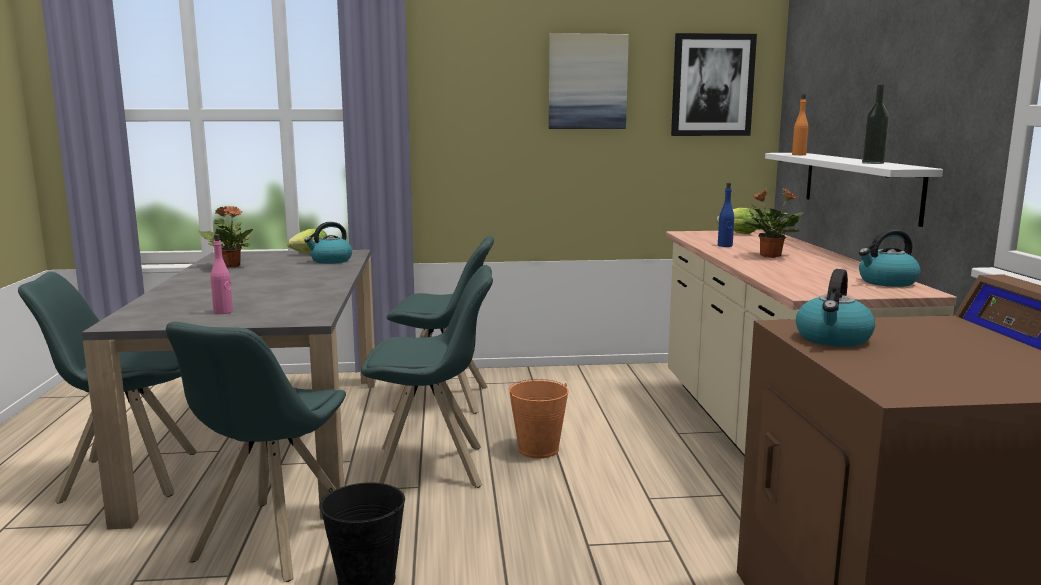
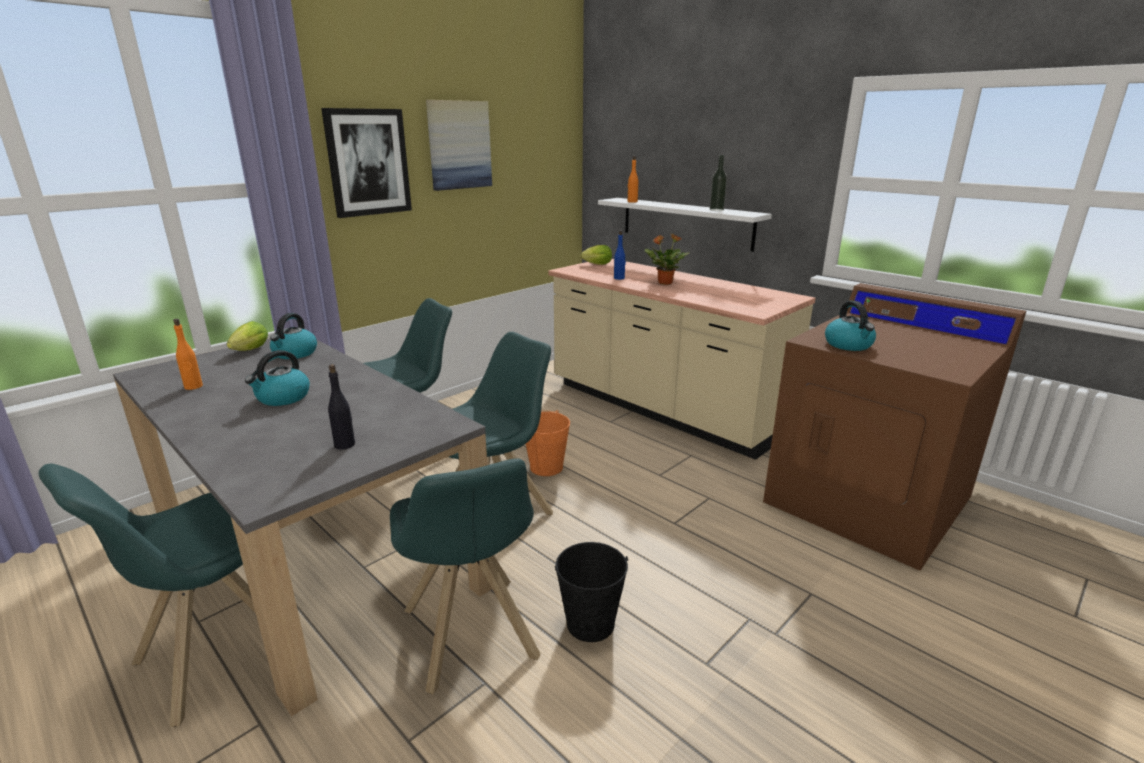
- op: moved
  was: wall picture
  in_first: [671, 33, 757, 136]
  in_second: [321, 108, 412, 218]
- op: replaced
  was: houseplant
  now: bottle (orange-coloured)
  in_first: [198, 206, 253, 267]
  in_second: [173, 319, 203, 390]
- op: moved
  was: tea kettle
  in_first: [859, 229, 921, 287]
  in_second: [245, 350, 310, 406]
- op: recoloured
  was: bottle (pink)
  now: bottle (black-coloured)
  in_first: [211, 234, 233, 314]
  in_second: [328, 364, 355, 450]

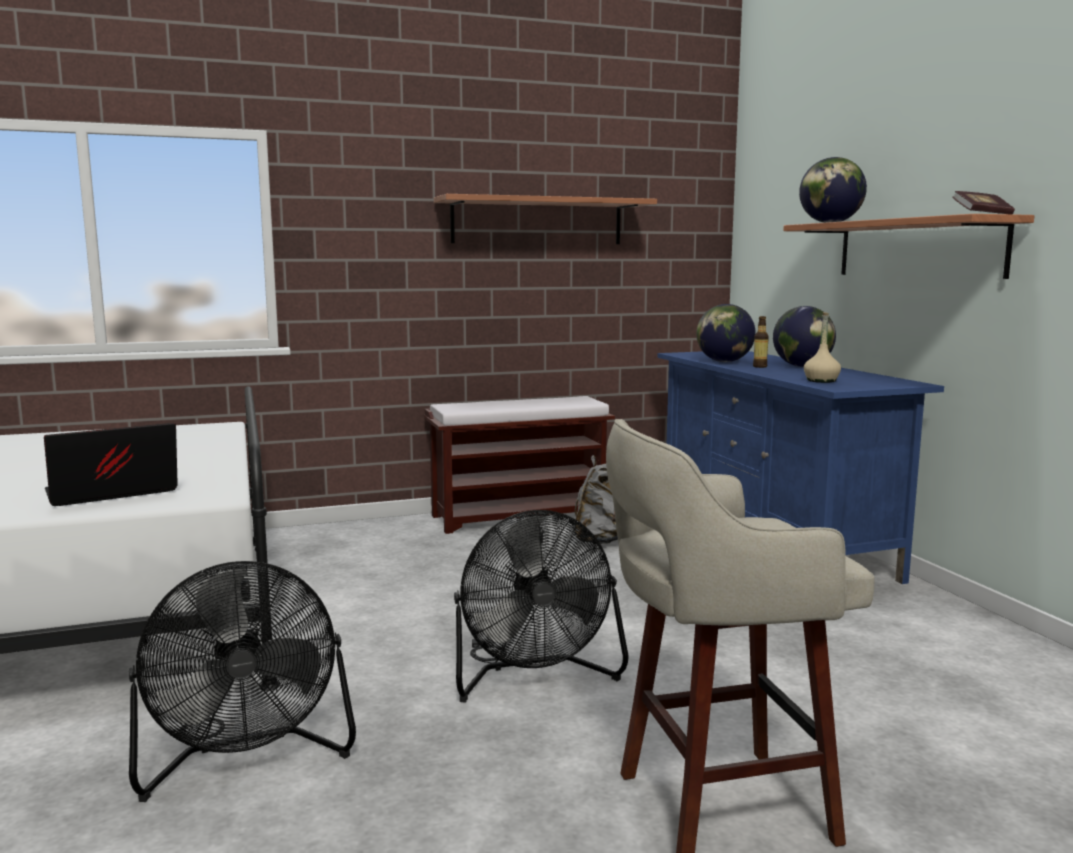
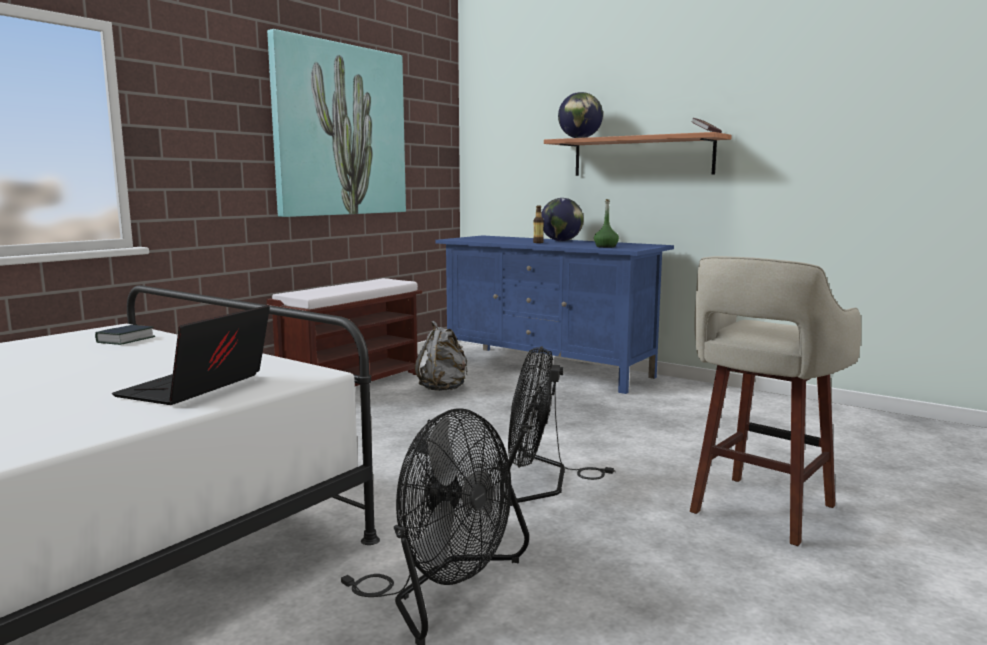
- op: replaced
  was: bracket shelf
  now: wall picture
  in_first: [434, 194, 657, 244]
  in_second: [267, 29, 406, 217]
- op: removed
  was: globe
  in_first: [696, 304, 756, 362]
- op: recoloured
  was: bottle (beige-coloured)
  now: bottle (greenish)
  in_first: [804, 312, 841, 383]
  in_second: [594, 199, 619, 248]
- op: turned
  was: cooling fan (black-coloured)
  in_first: [454, 510, 628, 703]
  in_second: [500, 346, 616, 506]
  clockwise: 150
- op: added
  now: bound book
  in_second: [95, 325, 156, 345]

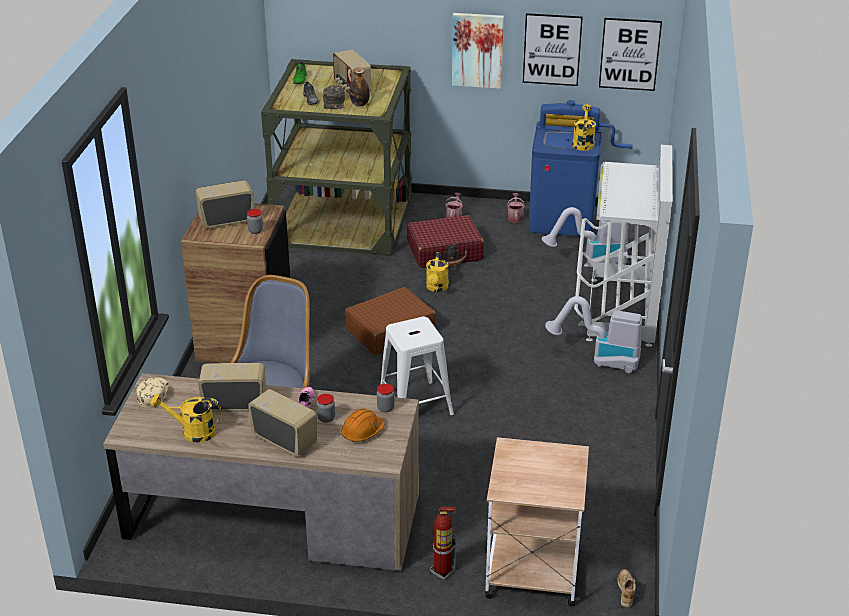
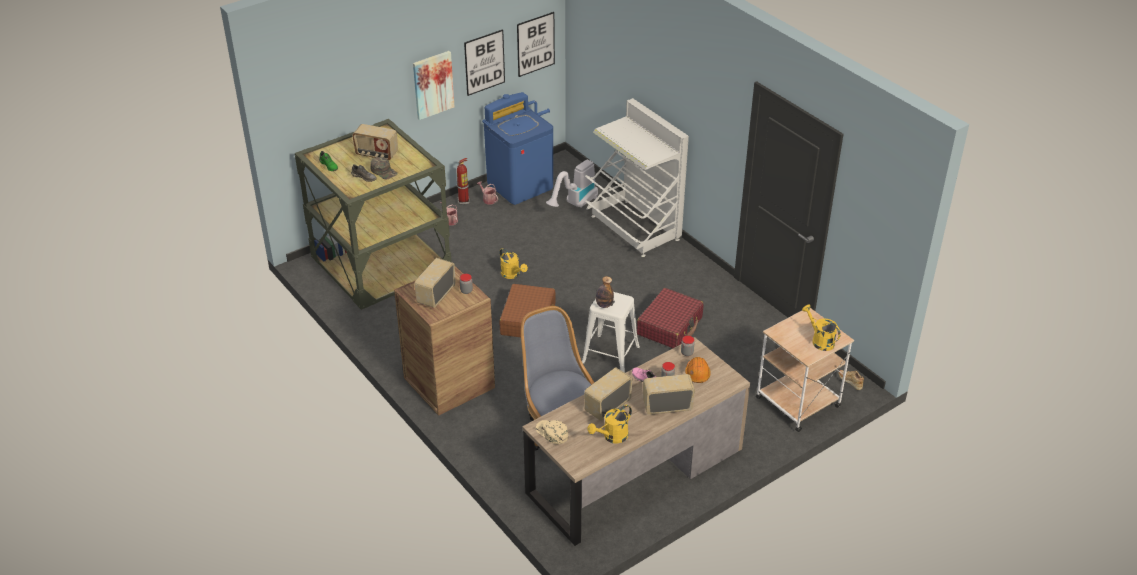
- op: moved
  was: bottle
  in_first: [349, 67, 370, 106]
  in_second: [596, 276, 614, 308]
- op: moved
  was: watering pot (yellowish)
  in_first: [572, 105, 596, 151]
  in_second: [802, 305, 841, 351]
- op: moved
  was: piece of luggage (reddish)
  in_first: [407, 215, 484, 268]
  in_second: [637, 288, 704, 348]
- op: removed
  was: hoover
  in_first: [545, 296, 642, 373]
- op: moved
  was: extinguisher
  in_first: [430, 507, 456, 580]
  in_second: [457, 158, 470, 205]

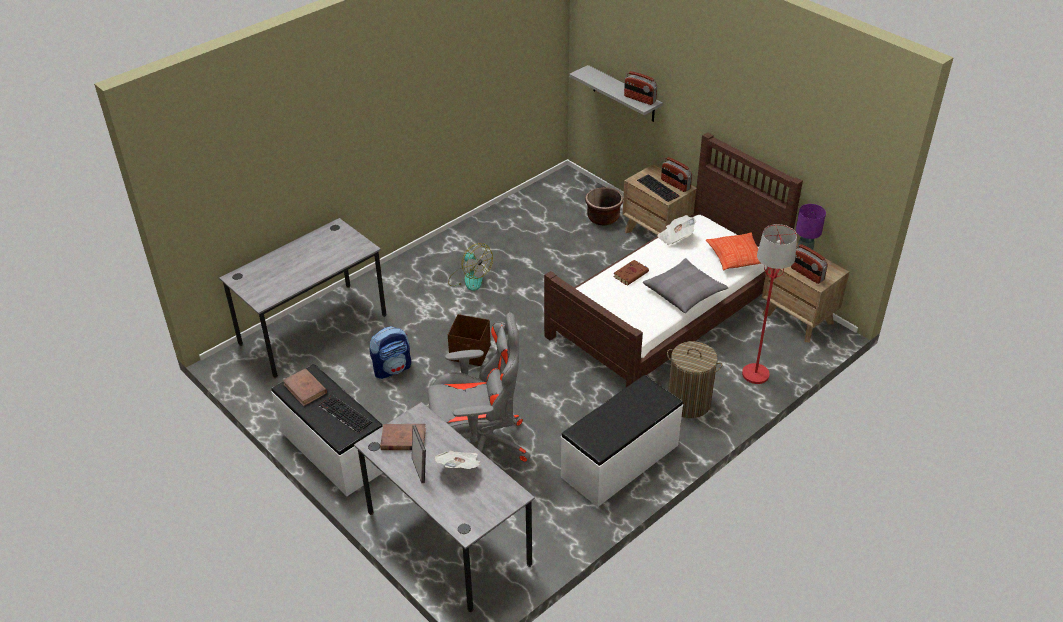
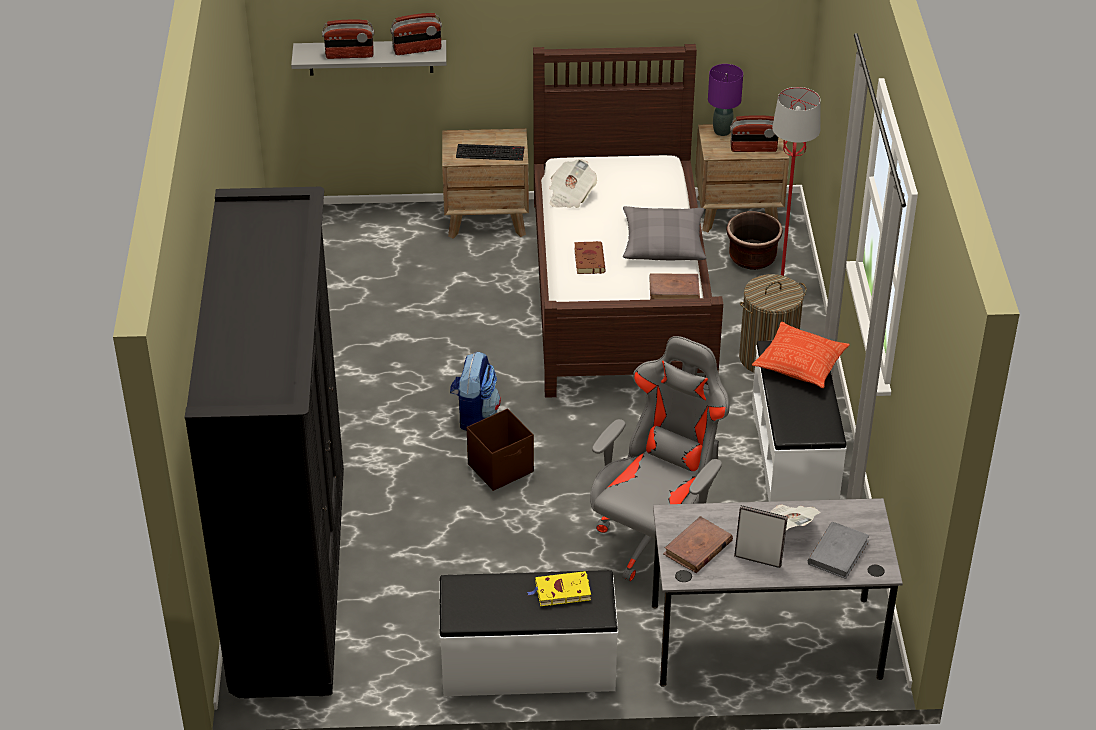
- op: moved
  was: radio set
  in_first: [661, 157, 692, 192]
  in_second: [322, 19, 374, 59]
- op: moved
  was: plant pot (brownish)
  in_first: [585, 187, 623, 225]
  in_second: [726, 211, 783, 270]
- op: replaced
  was: desk unit (gray)
  now: clothes cupboard (black-coloured)
  in_first: [219, 218, 387, 378]
  in_second: [185, 187, 344, 698]
- op: moved
  was: cushion (orange-coloured)
  in_first: [706, 233, 762, 270]
  in_second: [752, 322, 850, 388]
- op: removed
  was: cooling fan
  in_first: [448, 243, 493, 291]
- op: moved
  was: knapsack
  in_first: [370, 326, 411, 379]
  in_second: [450, 351, 501, 431]
- op: moved
  was: bound book (brownish)
  in_first: [283, 368, 327, 406]
  in_second: [649, 273, 700, 300]
- op: replaced
  was: keyboard
  now: bound book (yellowish)
  in_first: [319, 395, 372, 433]
  in_second: [527, 571, 591, 606]
- op: added
  now: bound book (gray)
  in_second: [808, 522, 870, 579]

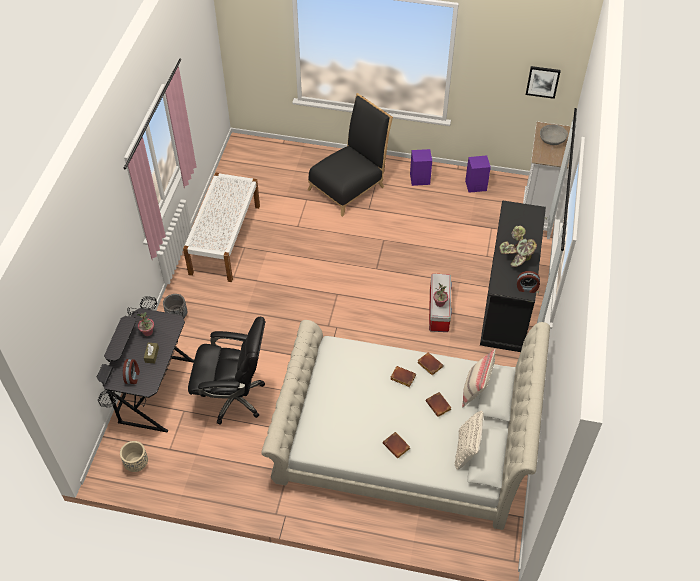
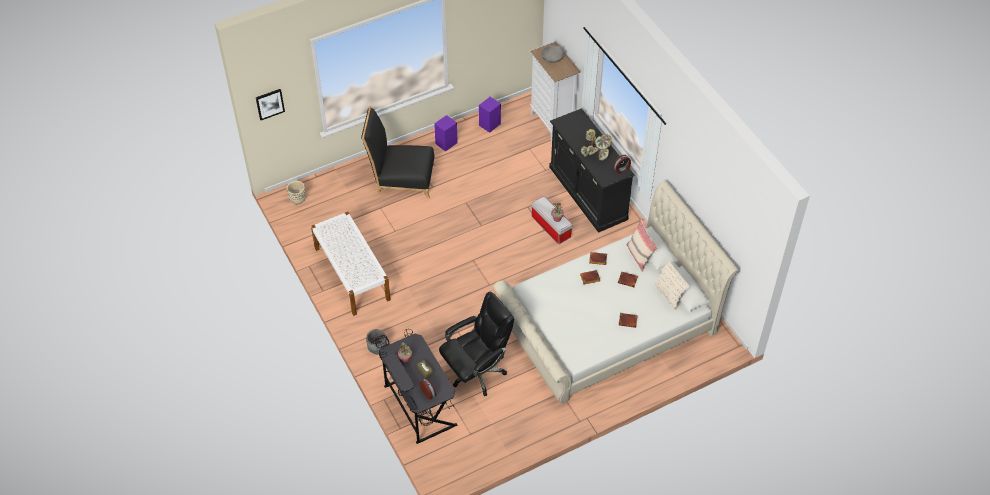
- op: moved
  was: wall picture
  in_first: [526, 66, 561, 99]
  in_second: [256, 89, 285, 120]
- op: turned
  was: upright chair (black-coloured)
  in_first: [308, 93, 393, 217]
  in_second: [361, 106, 436, 199]
  clockwise: -90
- op: moved
  was: plant pot (beige-coloured)
  in_first: [120, 441, 148, 472]
  in_second: [287, 181, 306, 205]

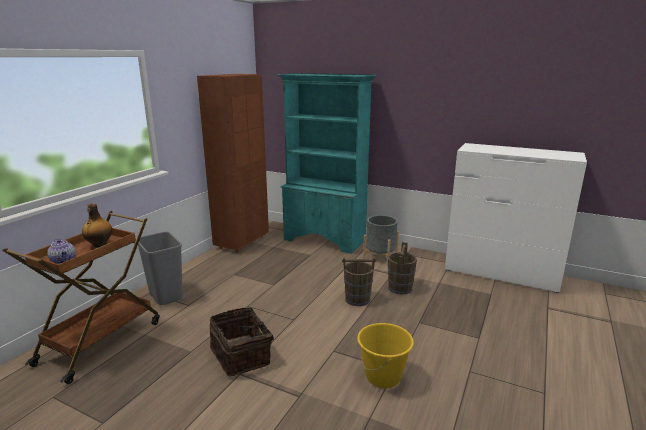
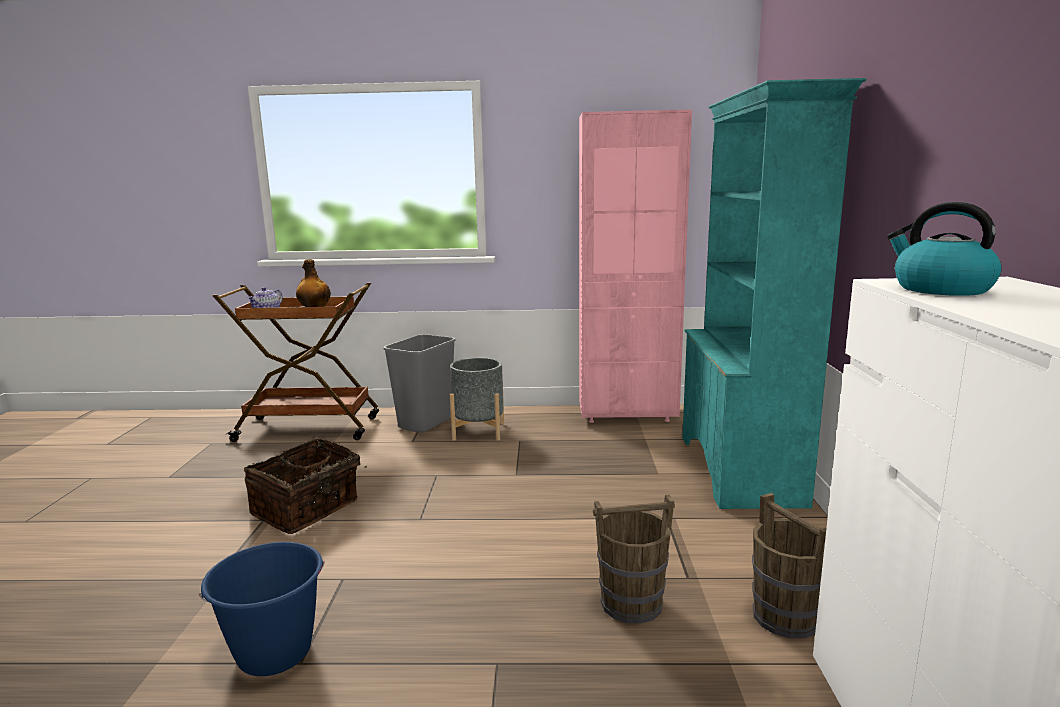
- op: recoloured
  was: cupboard (brownish)
  now: cupboard (pink)
  in_first: [197, 74, 269, 252]
  in_second: [579, 110, 692, 423]
- op: moved
  was: plant pot (gray)
  in_first: [363, 215, 399, 266]
  in_second: [450, 357, 504, 441]
- op: moved
  was: pail (brownish)
  in_first: [342, 256, 376, 306]
  in_second: [752, 493, 827, 638]
- op: recoloured
  was: pail (yellowish)
  now: pail (bluish)
  in_first: [357, 323, 414, 388]
  in_second: [199, 542, 325, 676]
- op: added
  now: tea kettle
  in_second: [887, 202, 1002, 296]

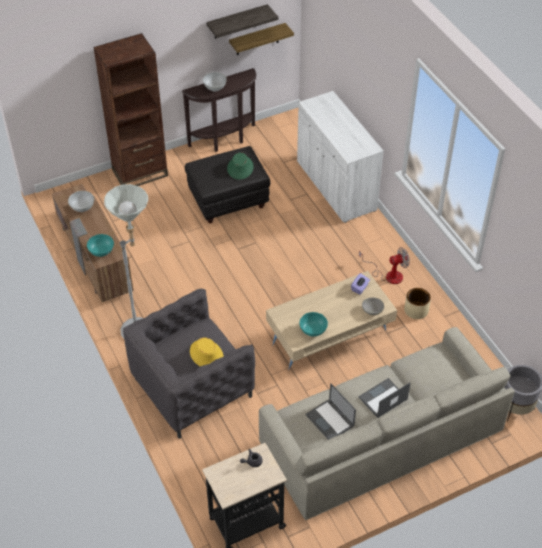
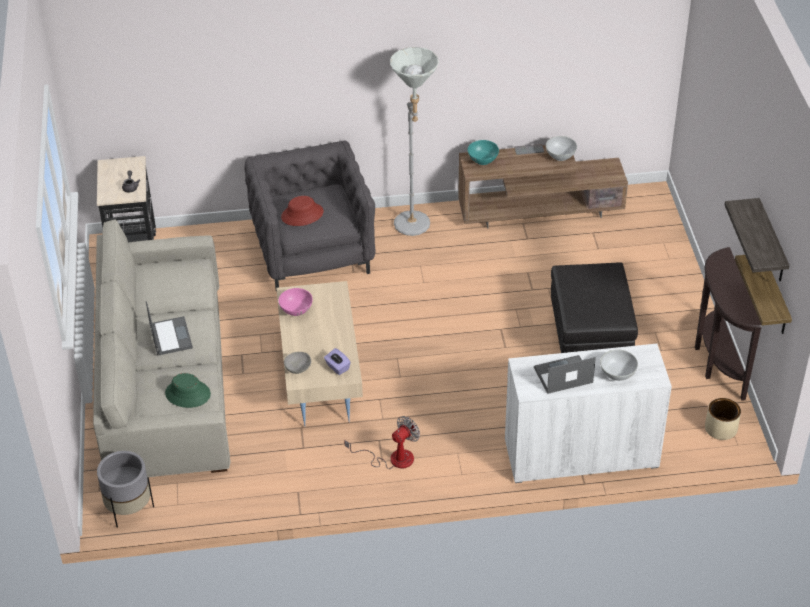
- op: removed
  was: shelving unit (brownish)
  in_first: [93, 33, 168, 186]
- op: moved
  was: bowl (white)
  in_first: [203, 72, 227, 92]
  in_second: [600, 349, 638, 381]
- op: moved
  was: wearable hat (greenish)
  in_first: [227, 152, 254, 180]
  in_second: [165, 373, 211, 408]
- op: turned
  was: cooling fan
  in_first: [359, 247, 410, 284]
  in_second: [344, 416, 420, 469]
  clockwise: -135
- op: moved
  was: plant pot (beige-coloured)
  in_first: [404, 288, 431, 319]
  in_second: [705, 398, 741, 440]
- op: recoloured
  was: bowl (blue-green)
  now: bowl (pink)
  in_first: [299, 312, 328, 337]
  in_second: [278, 288, 313, 316]
- op: recoloured
  was: wearable hat (yellowish)
  now: wearable hat (reddish)
  in_first: [190, 338, 223, 366]
  in_second: [281, 196, 324, 226]
- op: moved
  was: portable computer
  in_first: [306, 383, 356, 440]
  in_second: [534, 355, 596, 394]

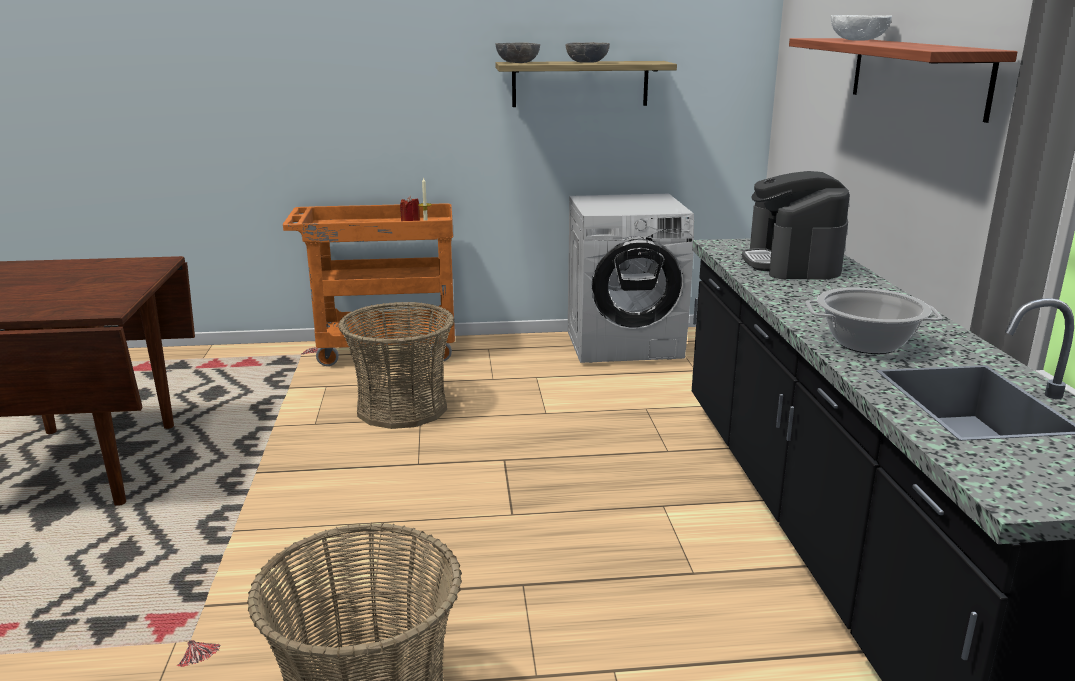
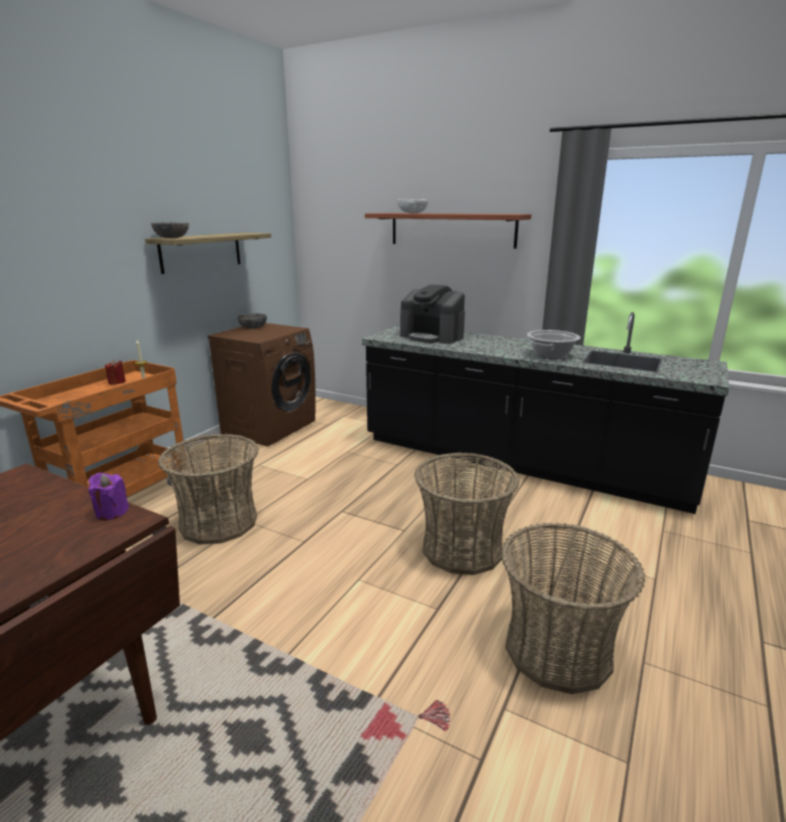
- op: moved
  was: bowl (gray)
  in_first: [566, 42, 610, 63]
  in_second: [237, 313, 267, 329]
- op: recoloured
  was: laundry machine (white)
  now: laundry machine (brownish)
  in_first: [568, 194, 694, 363]
  in_second: [208, 323, 316, 447]
- op: added
  now: household basket
  in_second: [415, 453, 520, 575]
- op: added
  now: wax candle (purple-coloured)
  in_second: [89, 473, 129, 520]

